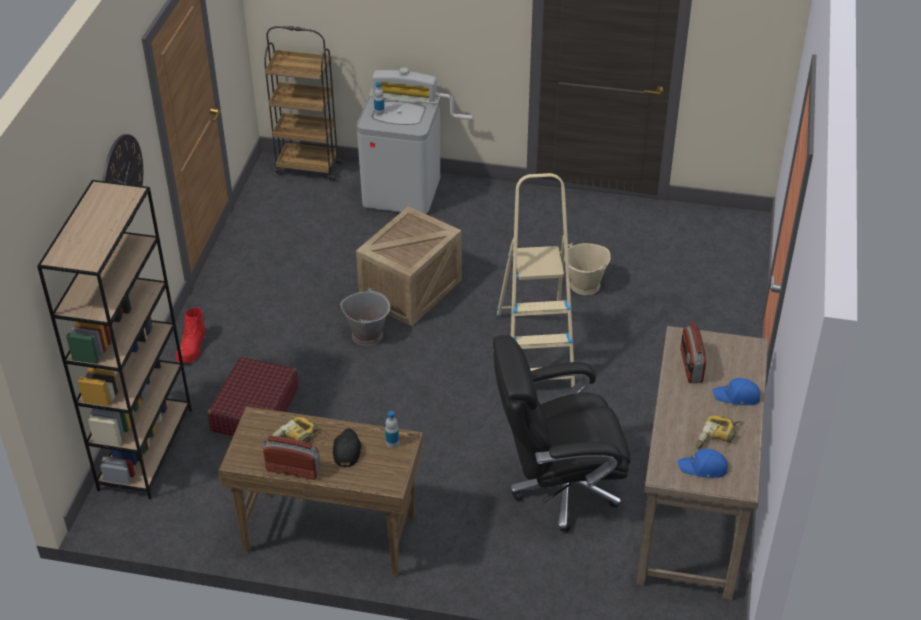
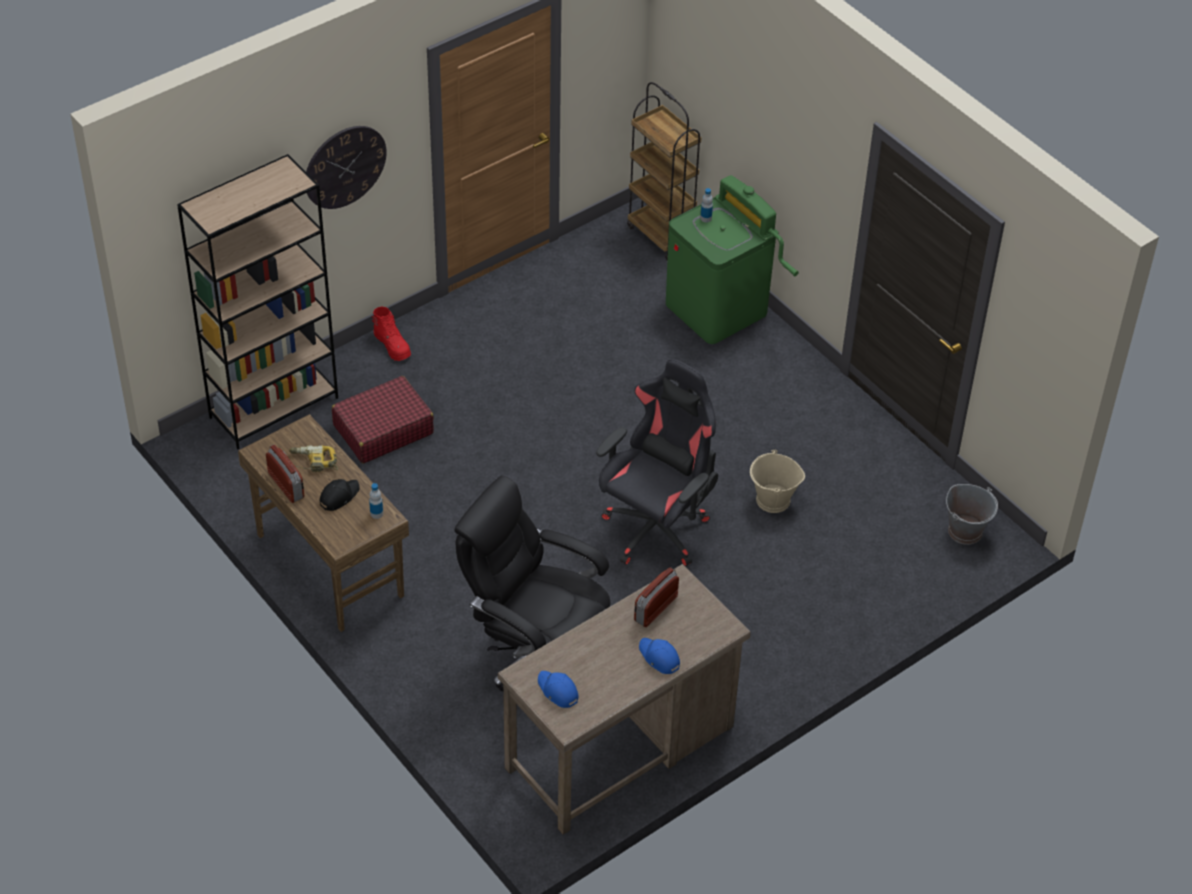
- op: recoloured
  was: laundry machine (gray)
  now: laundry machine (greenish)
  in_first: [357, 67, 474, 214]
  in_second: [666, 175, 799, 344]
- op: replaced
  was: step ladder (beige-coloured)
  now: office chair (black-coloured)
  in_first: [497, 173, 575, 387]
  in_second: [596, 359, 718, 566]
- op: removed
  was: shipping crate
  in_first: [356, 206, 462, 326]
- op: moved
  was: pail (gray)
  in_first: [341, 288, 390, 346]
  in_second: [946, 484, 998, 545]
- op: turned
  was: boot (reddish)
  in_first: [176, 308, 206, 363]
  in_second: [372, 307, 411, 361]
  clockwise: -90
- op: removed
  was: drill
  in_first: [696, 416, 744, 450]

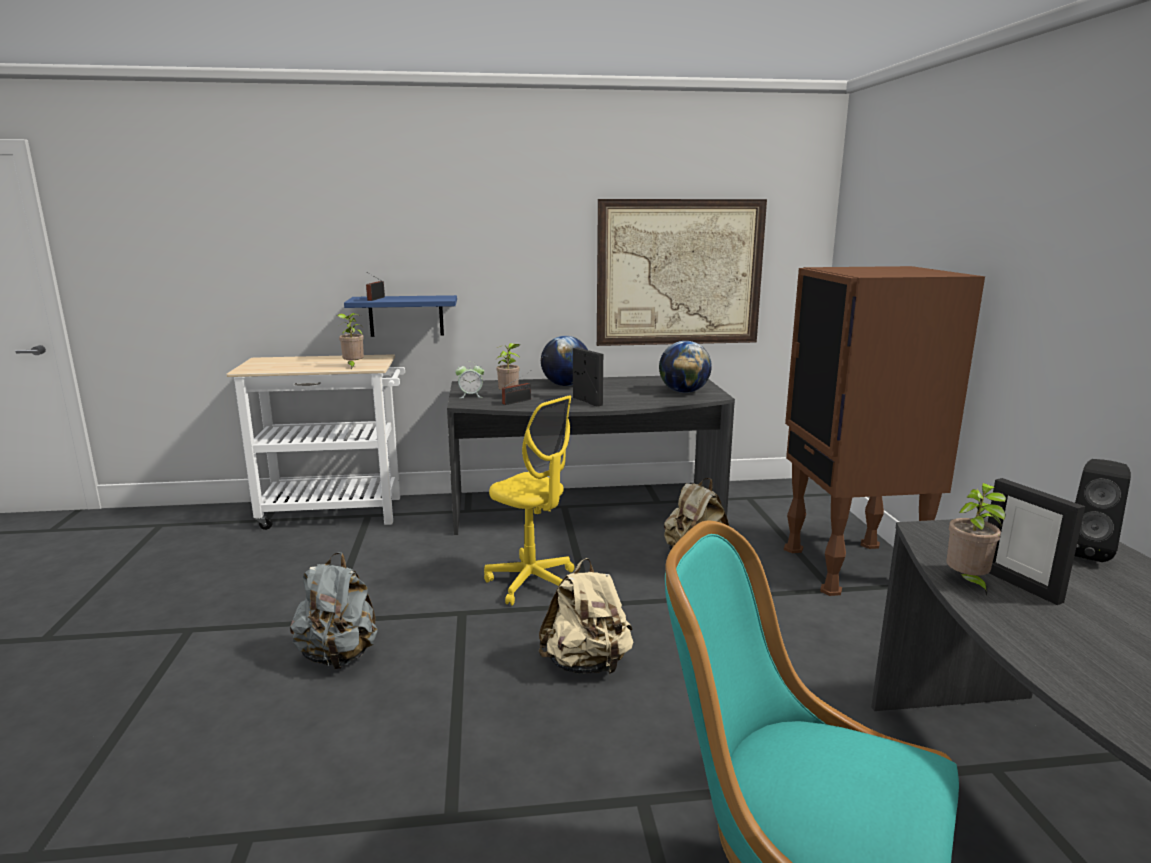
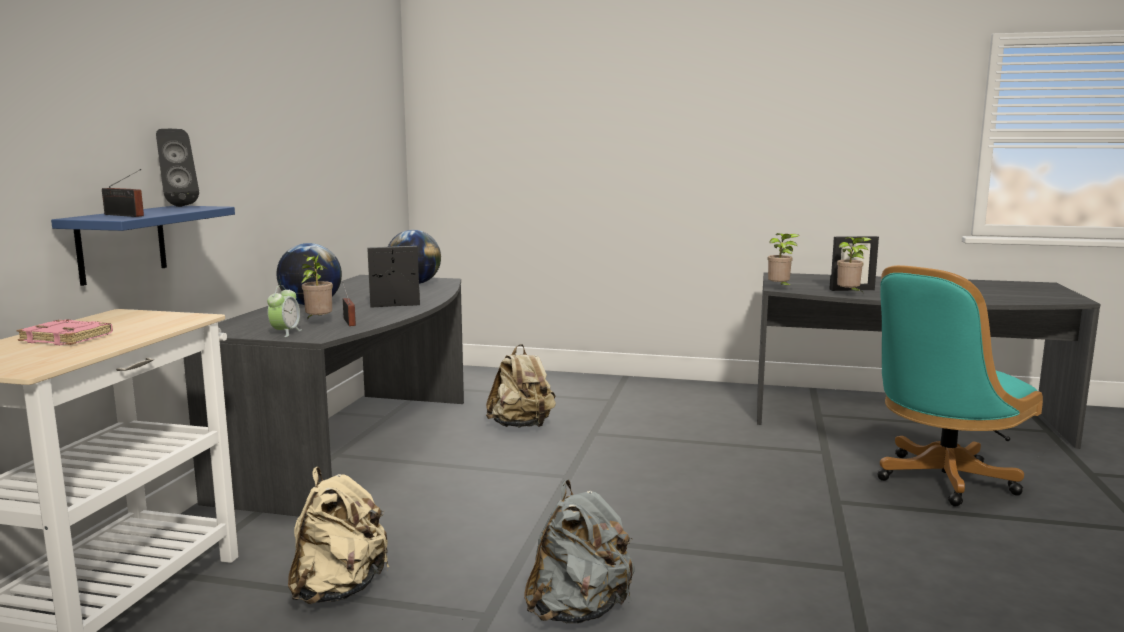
- op: removed
  was: wall picture
  in_first: [597, 199, 767, 346]
- op: removed
  was: cupboard (brownish)
  in_first: [784, 266, 985, 596]
- op: moved
  was: houseplant
  in_first: [337, 313, 364, 369]
  in_second: [768, 233, 800, 288]
- op: removed
  was: office chair (yellowish)
  in_first: [484, 395, 575, 606]
- op: moved
  was: audio speaker (black-coloured)
  in_first: [1075, 459, 1131, 562]
  in_second: [156, 129, 199, 207]
- op: moved
  was: knapsack (beige-coloured)
  in_first: [538, 558, 633, 674]
  in_second: [288, 467, 389, 604]
- op: added
  now: bound book (pink)
  in_second: [17, 320, 113, 345]

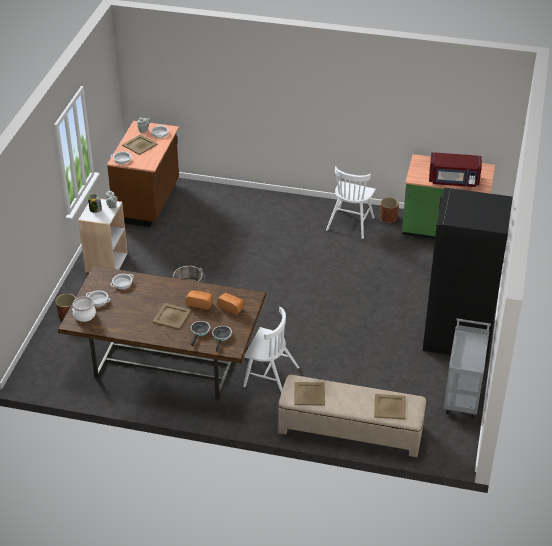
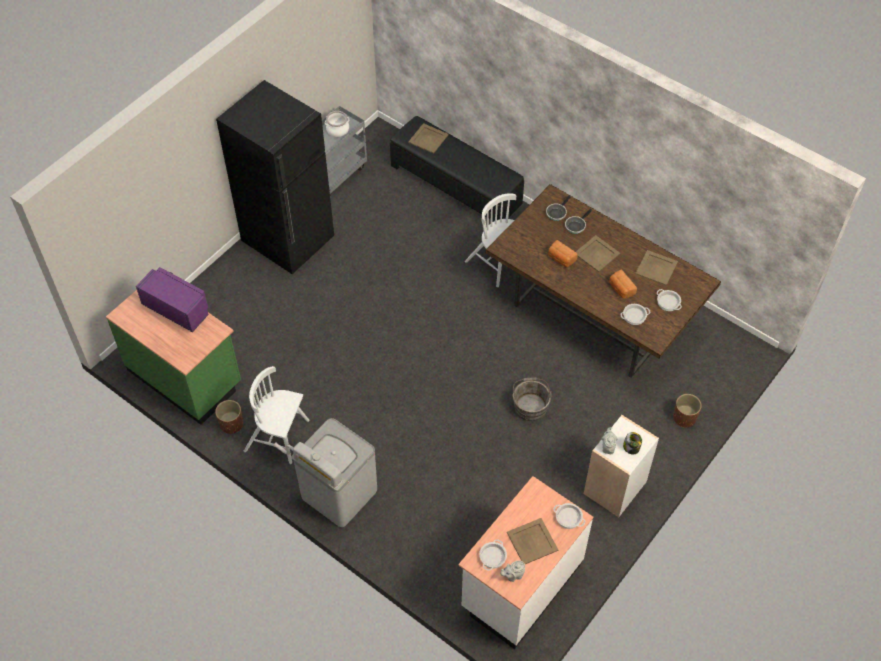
- op: recoloured
  was: kitchen counter (brownish)
  now: kitchen counter (white)
  in_first: [107, 121, 179, 227]
  in_second: [458, 476, 593, 649]
- op: recoloured
  was: microwave oven (reddish)
  now: microwave oven (purple-coloured)
  in_first: [429, 152, 482, 187]
  in_second: [136, 267, 209, 332]
- op: turned
  was: upright chair (white)
  in_first: [326, 166, 376, 239]
  in_second: [244, 366, 310, 464]
  clockwise: -120
- op: moved
  was: bakery bread
  in_first: [217, 293, 243, 315]
  in_second: [609, 270, 637, 299]
- op: moved
  was: stockpot
  in_first: [72, 296, 96, 322]
  in_second: [325, 111, 350, 137]
- op: recoloured
  was: indoor bench (beige-coloured)
  now: indoor bench (black-coloured)
  in_first: [278, 375, 426, 457]
  in_second: [390, 116, 524, 222]
- op: moved
  was: serving tray (beige-coloured)
  in_first: [294, 382, 325, 406]
  in_second: [635, 250, 678, 285]
- op: added
  now: laundry machine (gray)
  in_second: [273, 418, 377, 527]

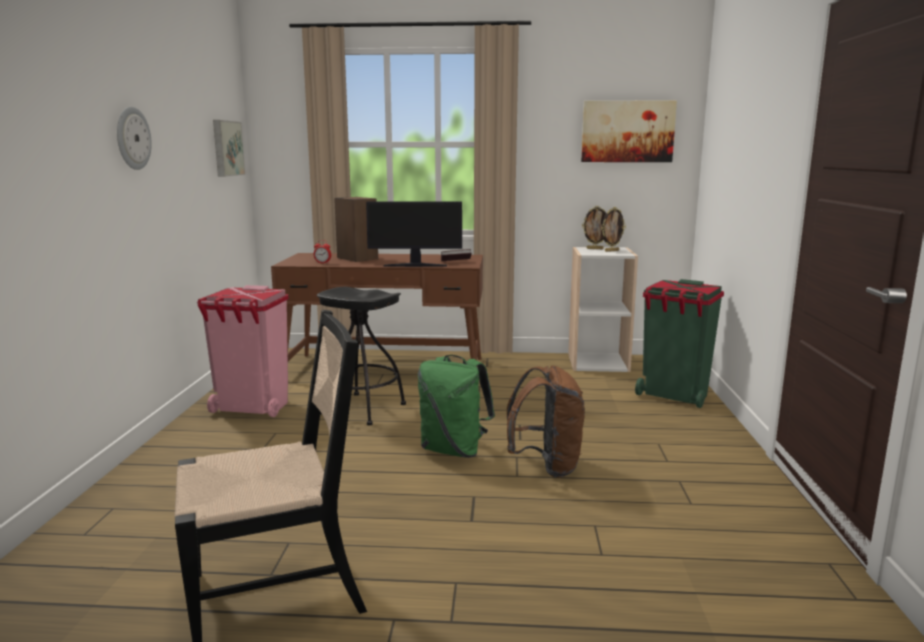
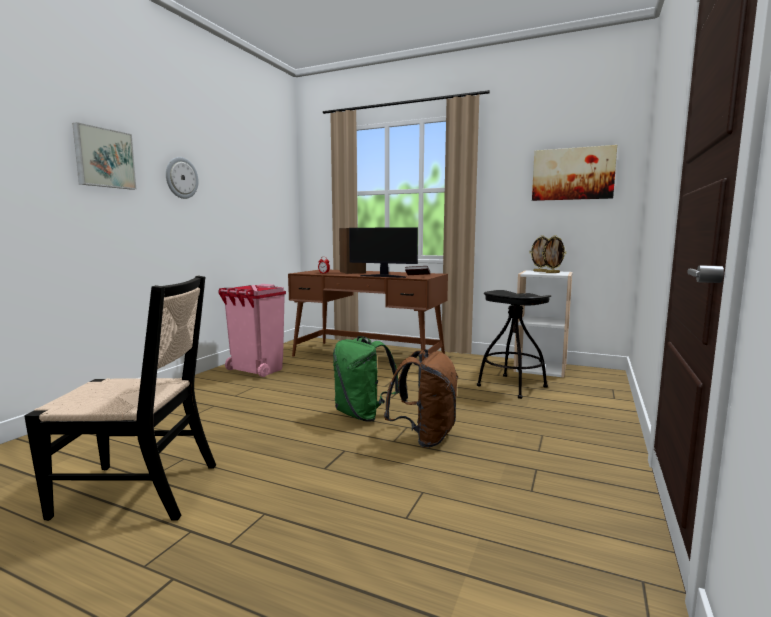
- op: moved
  was: wall picture
  in_first: [213, 120, 245, 177]
  in_second: [72, 122, 136, 190]
- op: removed
  was: rubbish bin (greenish)
  in_first: [635, 279, 724, 408]
- op: moved
  was: stool seat (black-coloured)
  in_first: [317, 287, 406, 426]
  in_second: [477, 290, 552, 399]

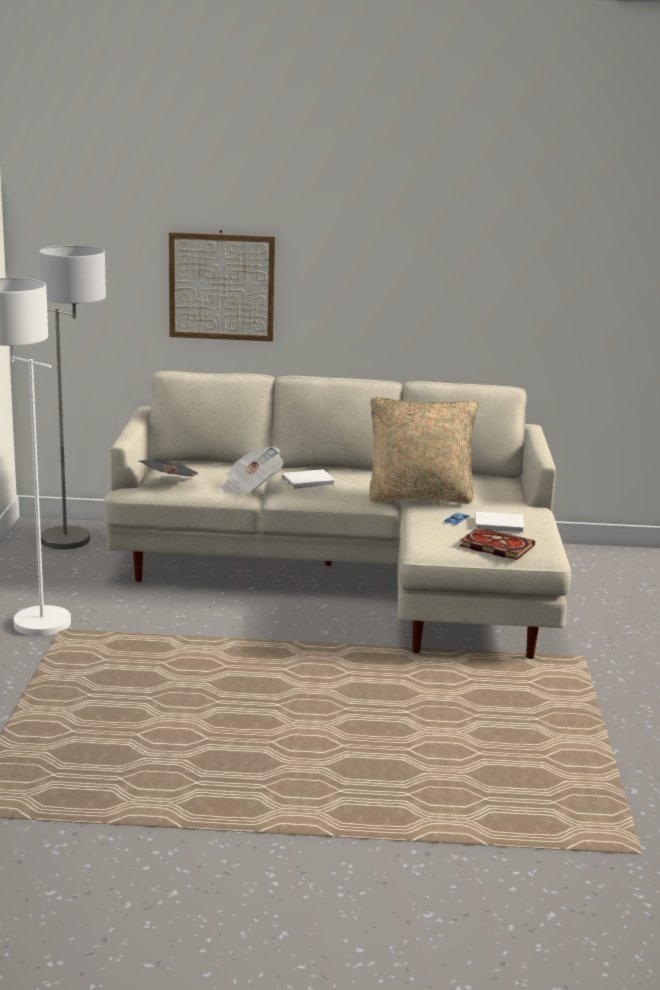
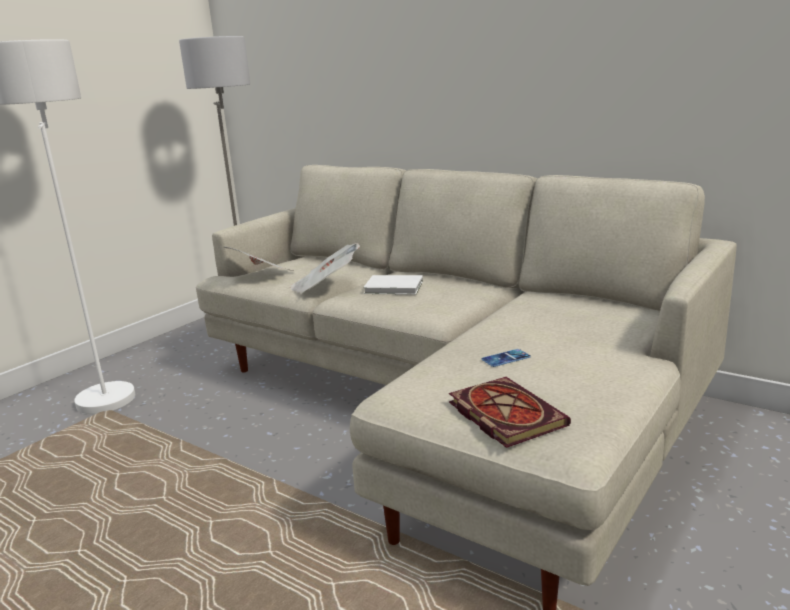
- op: removed
  was: wall picture
  in_first: [169, 230, 275, 342]
- op: removed
  was: cushion (beige-coloured)
  in_first: [369, 397, 479, 504]
- op: removed
  was: bound book (white)
  in_first: [475, 512, 524, 533]

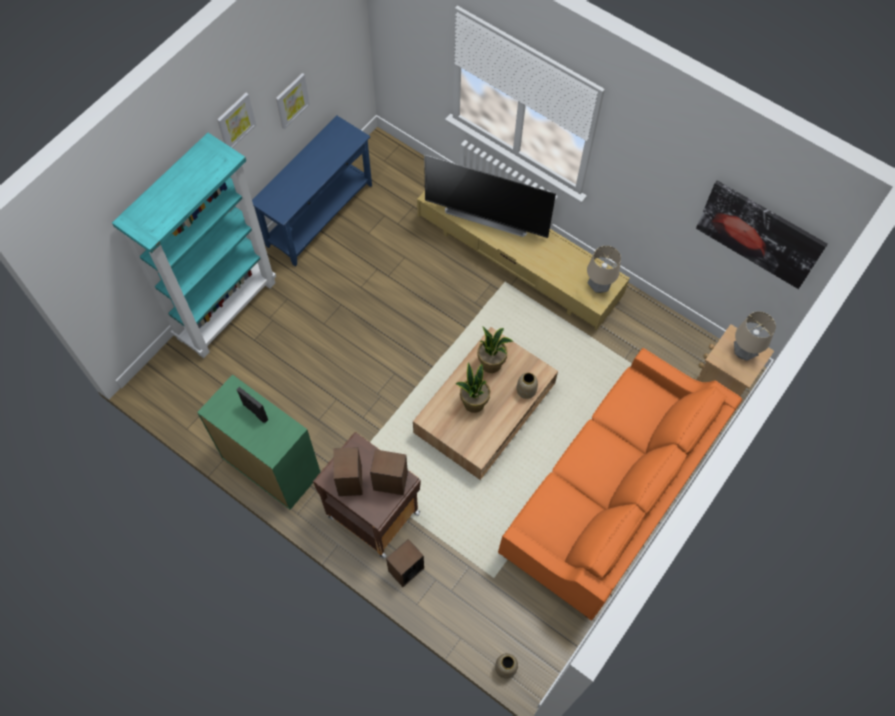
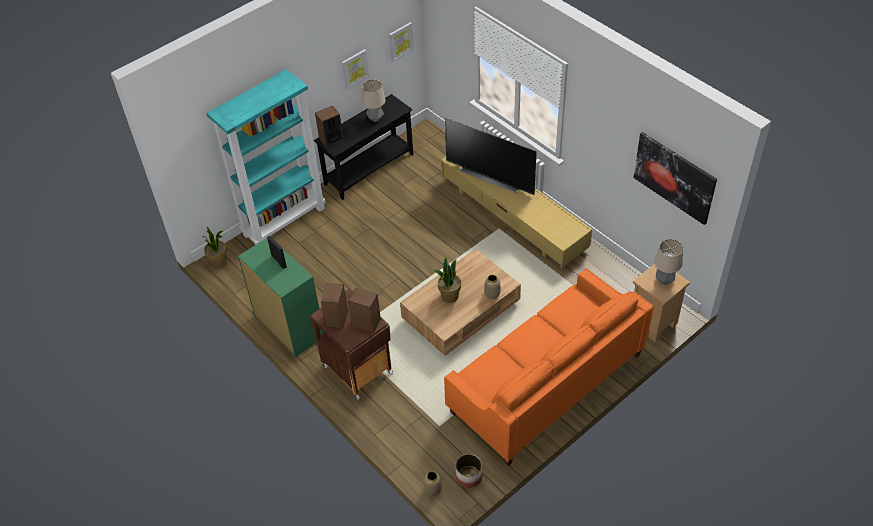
- op: moved
  was: wall picture
  in_first: [217, 93, 256, 148]
  in_second: [389, 22, 414, 61]
- op: recoloured
  was: hall table (bluish)
  now: hall table (black-coloured)
  in_first: [252, 116, 372, 267]
  in_second: [314, 94, 413, 200]
- op: moved
  was: lamp for a table
  in_first: [587, 246, 621, 293]
  in_second: [362, 80, 386, 122]
- op: moved
  was: houseplant
  in_first: [477, 326, 513, 373]
  in_second: [202, 227, 227, 268]
- op: moved
  was: audio speaker
  in_first: [386, 539, 424, 587]
  in_second: [315, 106, 344, 147]
- op: added
  now: plant pot
  in_second: [456, 454, 482, 488]

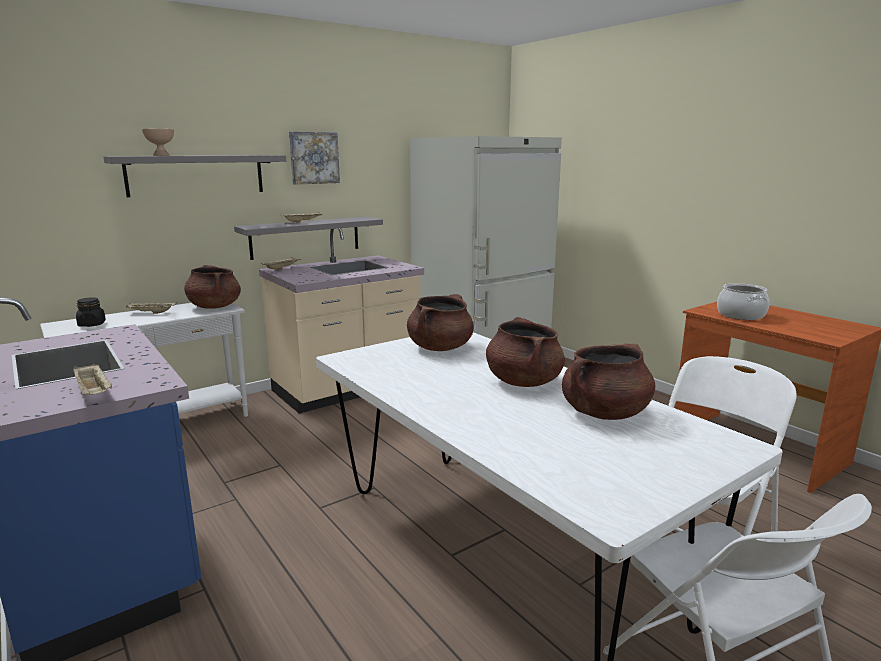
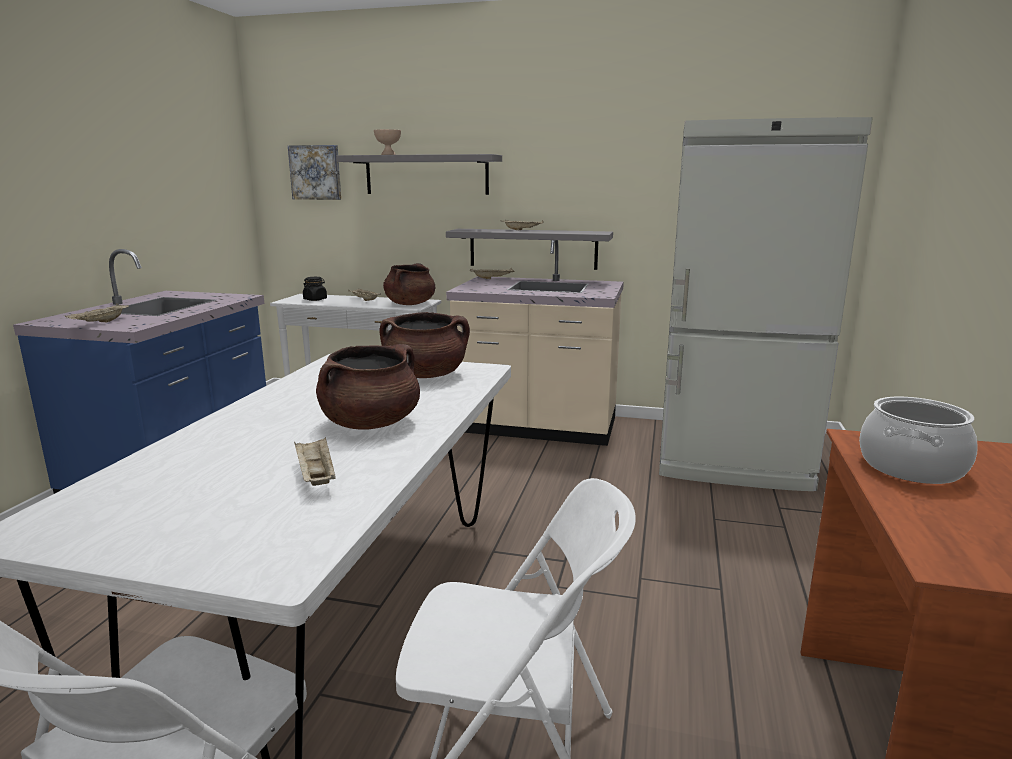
- op: moved
  was: wall picture
  in_first: [289, 132, 340, 185]
  in_second: [288, 145, 341, 200]
- op: replaced
  was: stockpot (brownish)
  now: serving tray (beige-coloured)
  in_first: [562, 344, 655, 420]
  in_second: [294, 437, 336, 486]

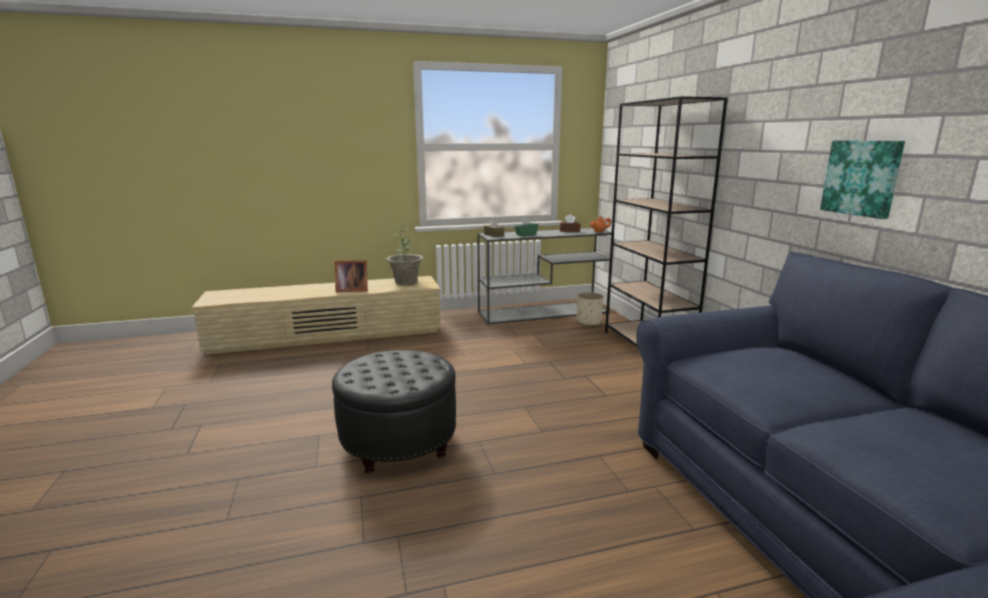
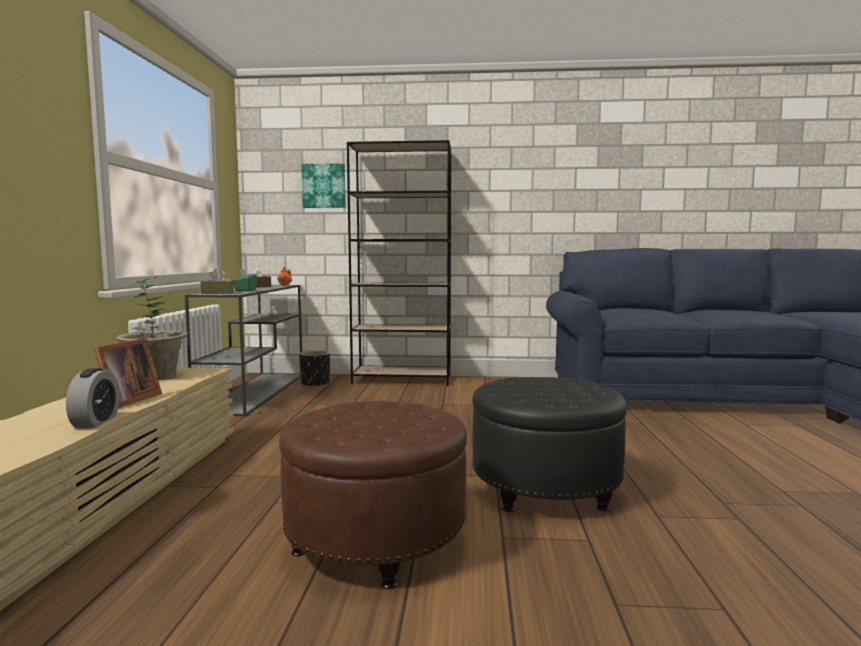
- op: moved
  was: wall picture
  in_first: [820, 140, 905, 219]
  in_second: [301, 163, 345, 208]
- op: recoloured
  was: plant pot (beige-coloured)
  now: plant pot (black-coloured)
  in_first: [576, 292, 604, 325]
  in_second: [299, 350, 330, 387]
- op: added
  now: bedside clock
  in_second: [66, 368, 120, 428]
- op: added
  now: pouffe (brownish)
  in_second: [279, 401, 467, 589]

